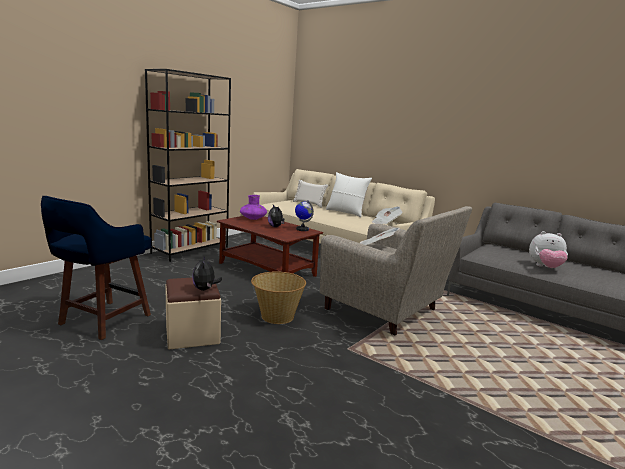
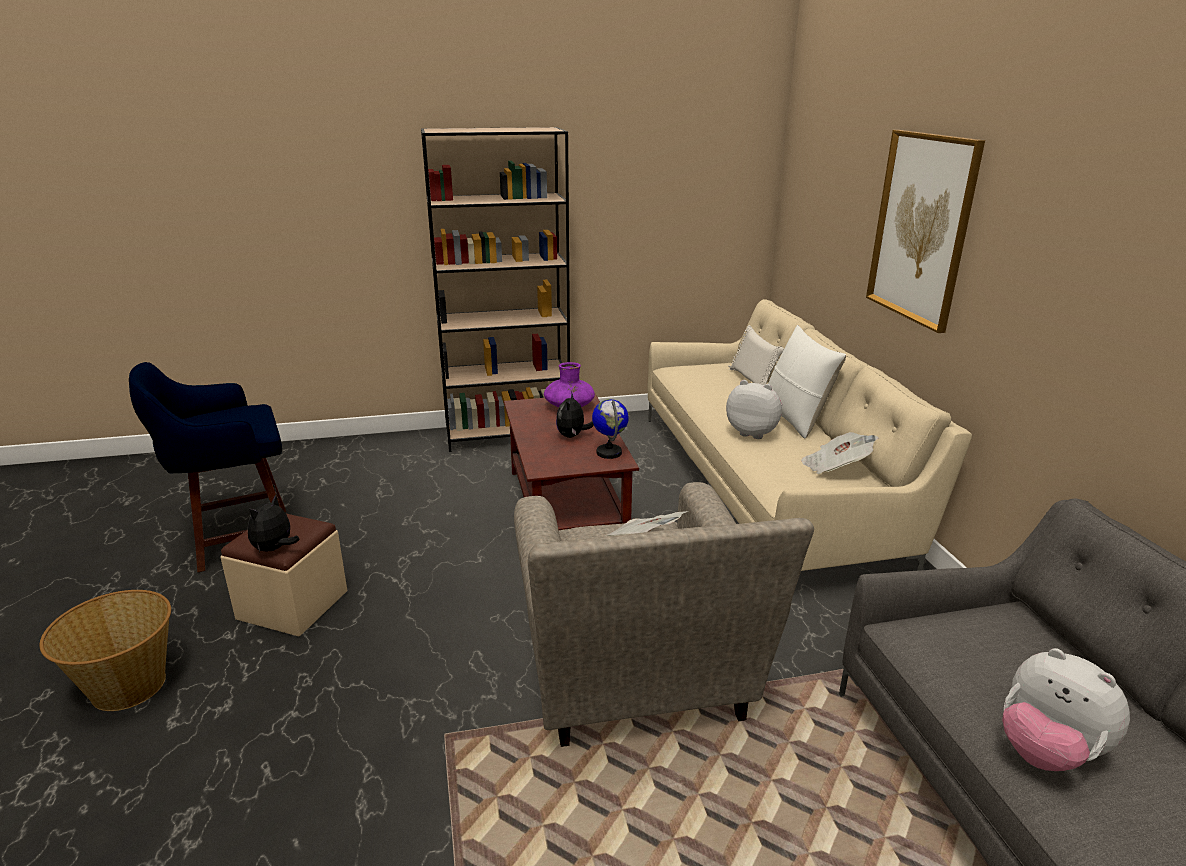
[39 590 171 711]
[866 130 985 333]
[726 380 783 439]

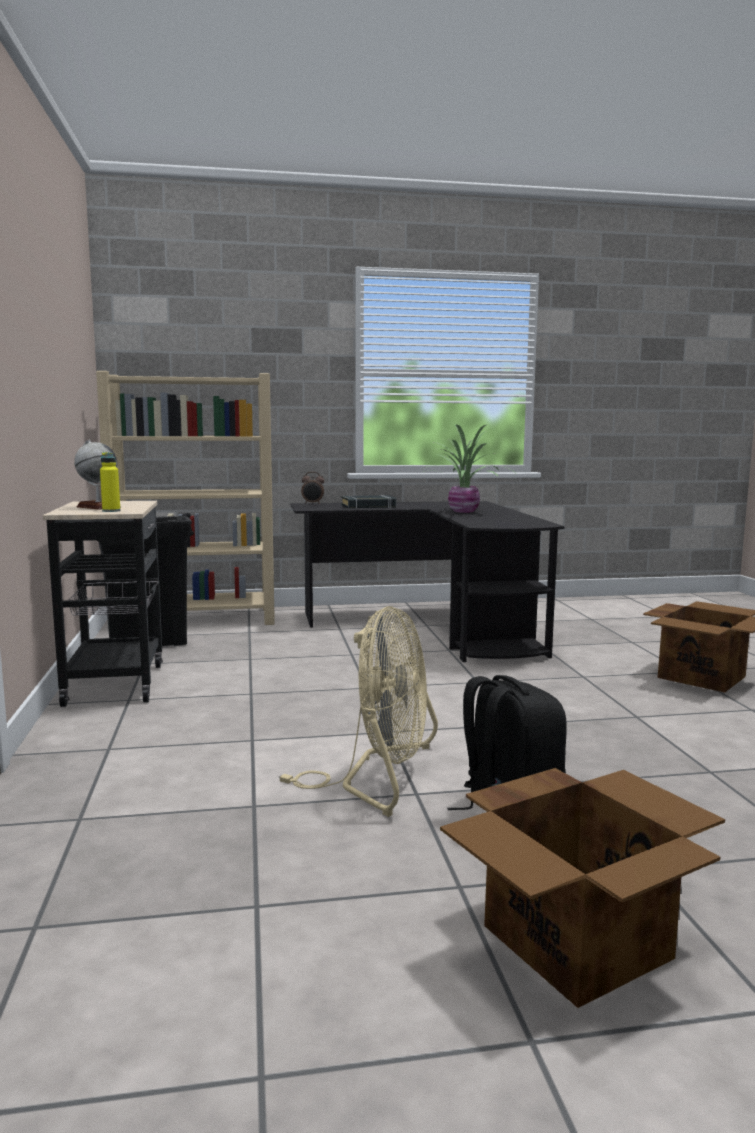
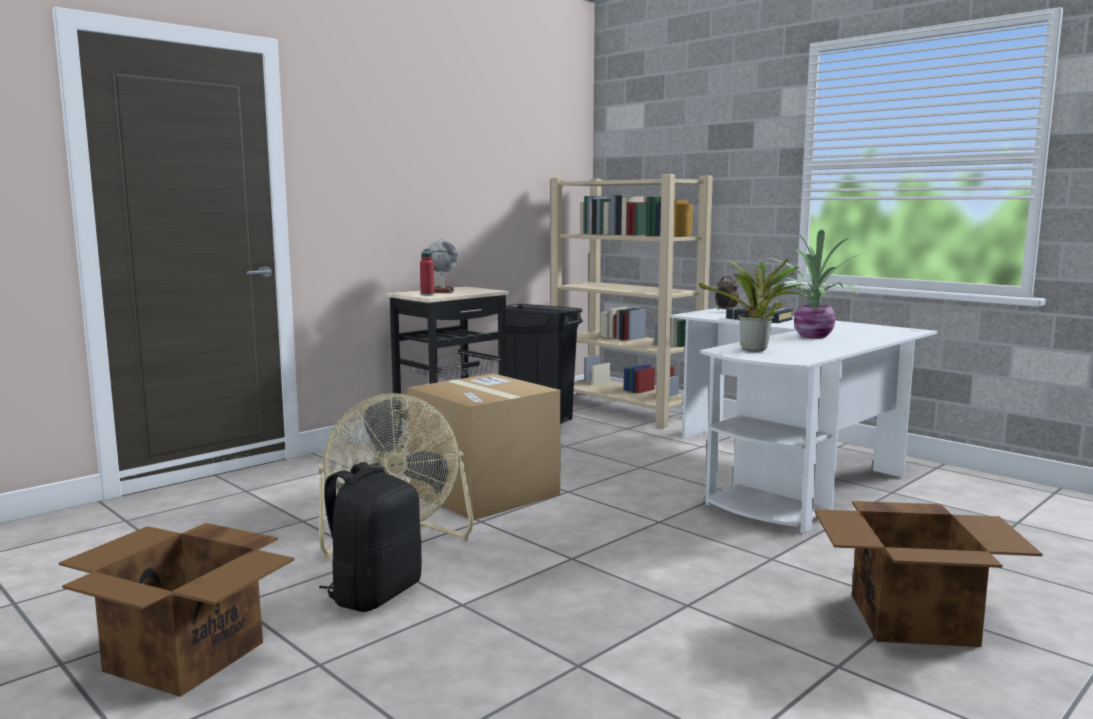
[420 249 434 296]
[670 308 937 534]
[699 259 809 352]
[407 374 561 521]

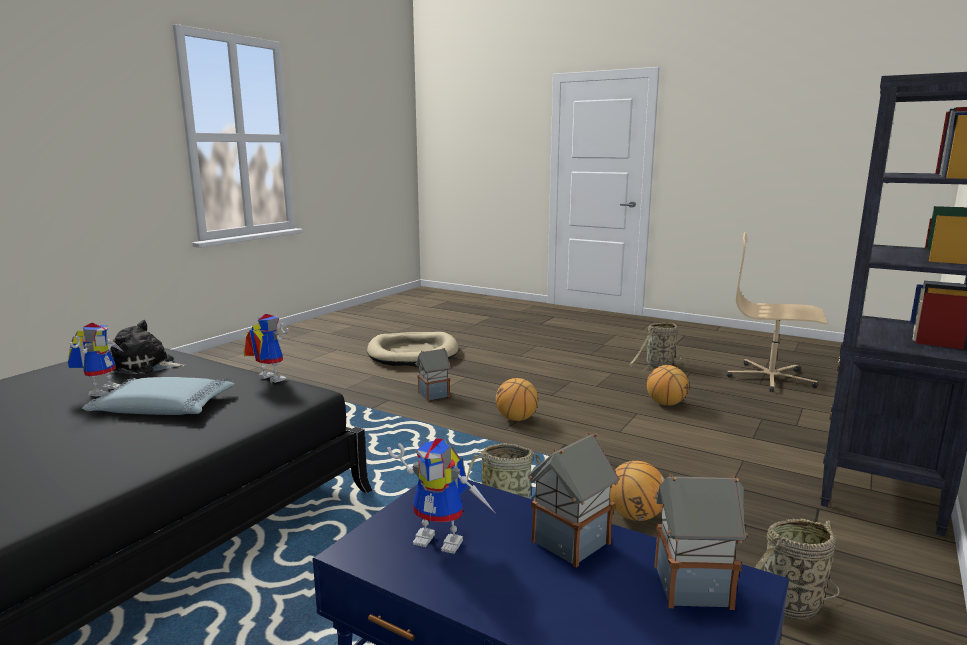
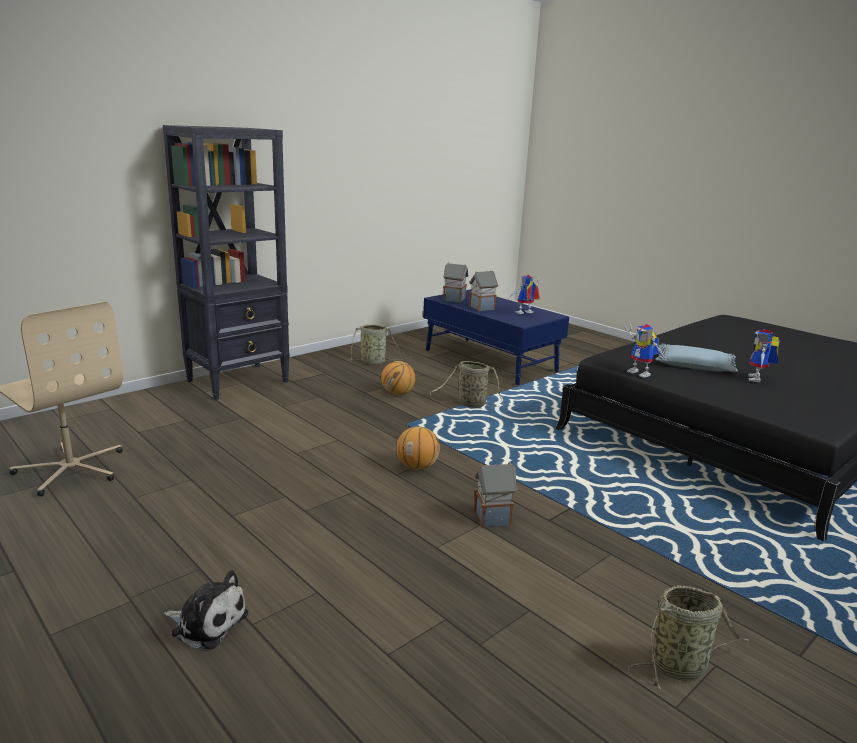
[164 570 248 649]
[628 585 750 690]
[367 332 459 366] (first image)
[647 365 689 406] (first image)
[509 275 543 314]

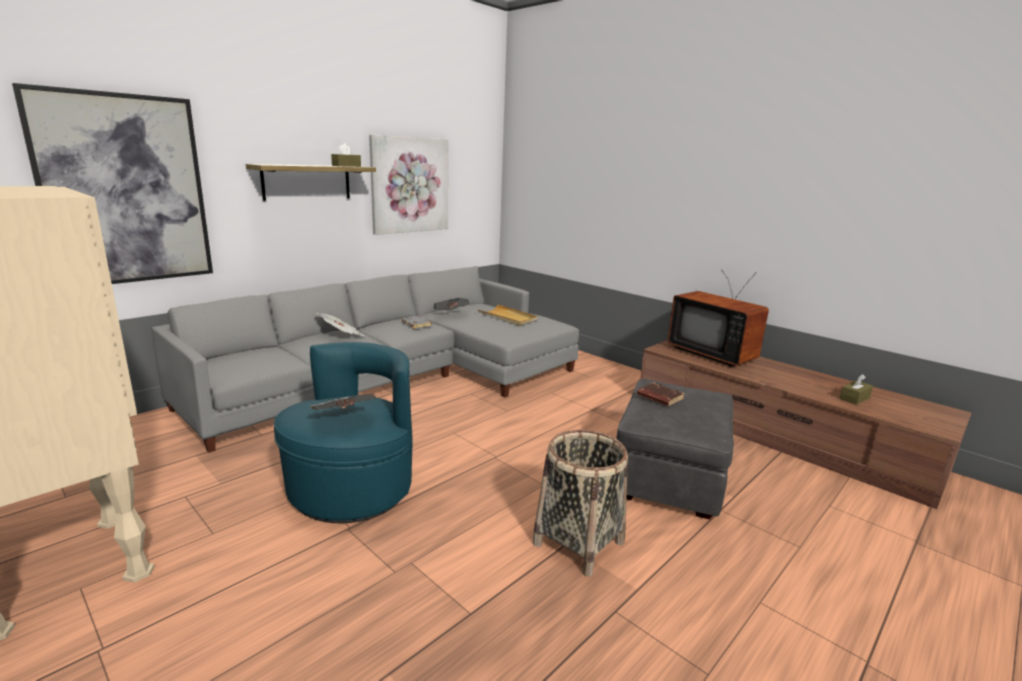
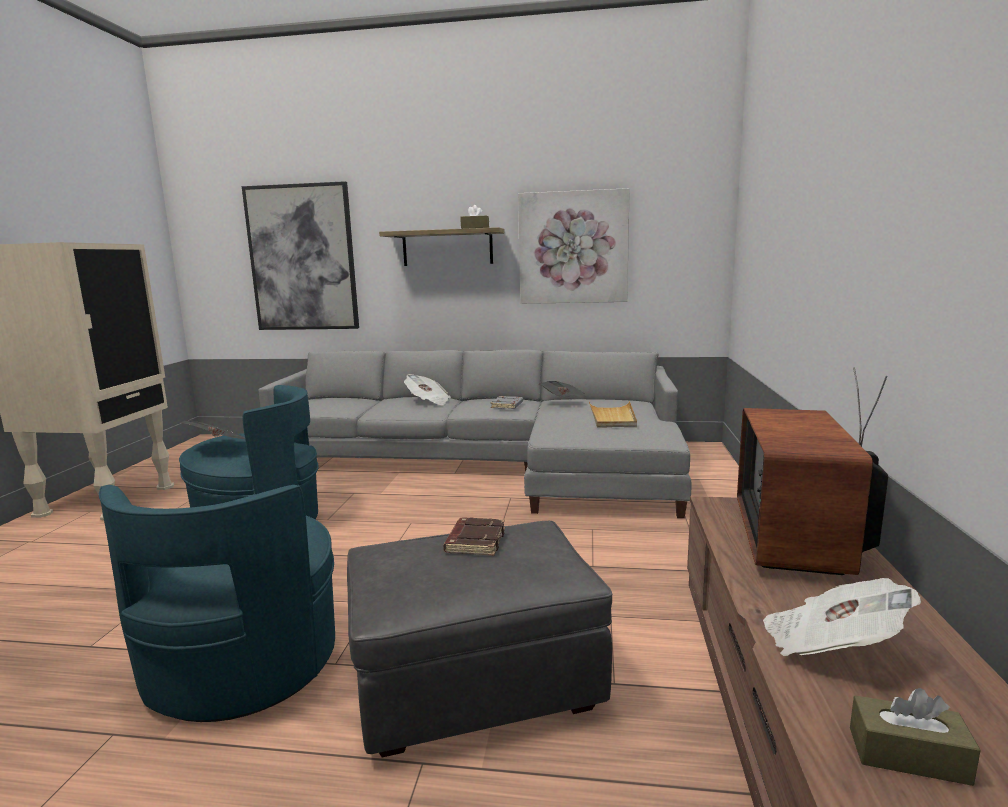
[99 485 335 722]
[763 578 921 656]

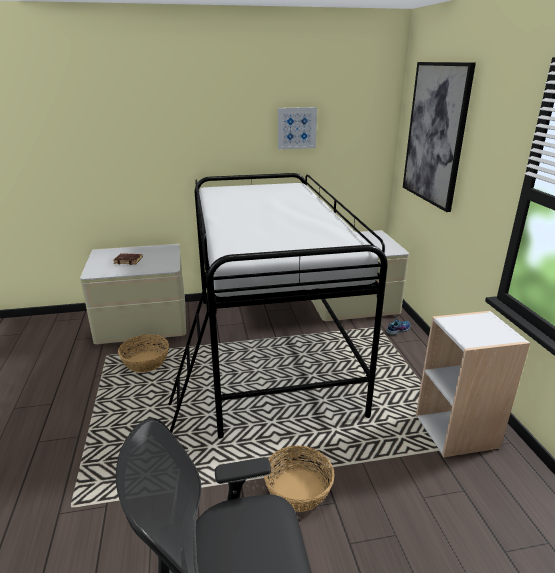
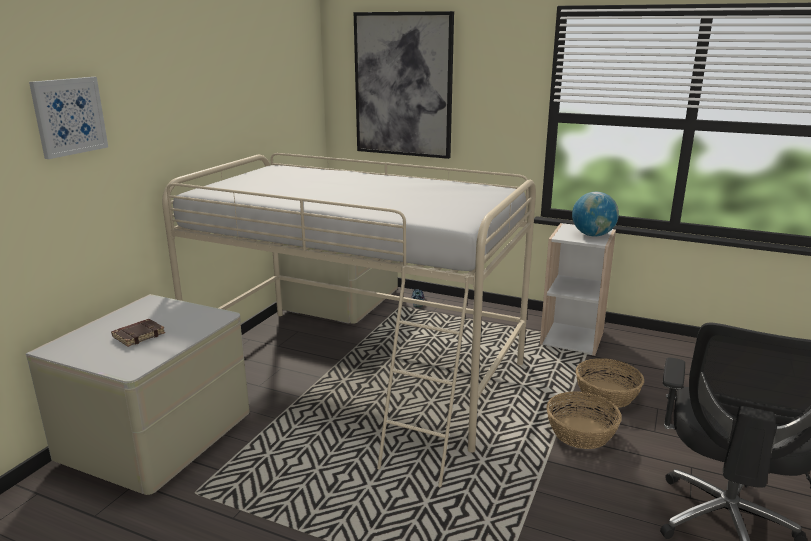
[29 77 108 159]
[162 153 536 487]
[576 358 644 408]
[572 192 619 236]

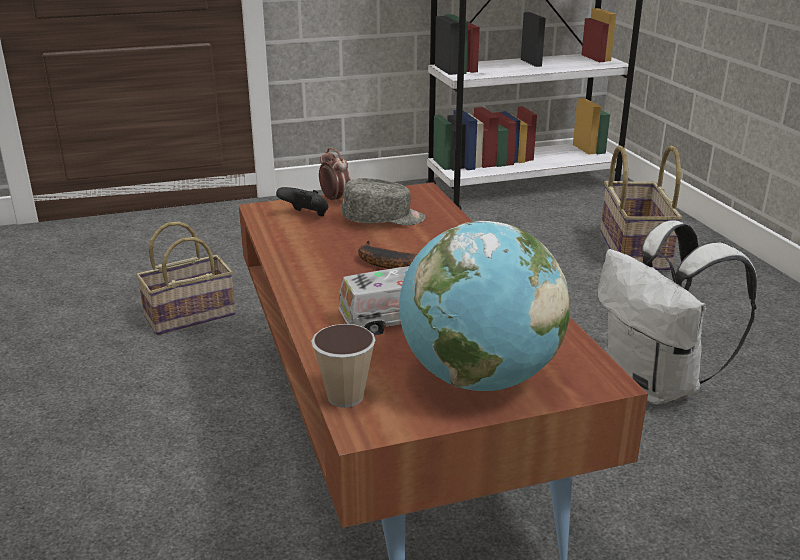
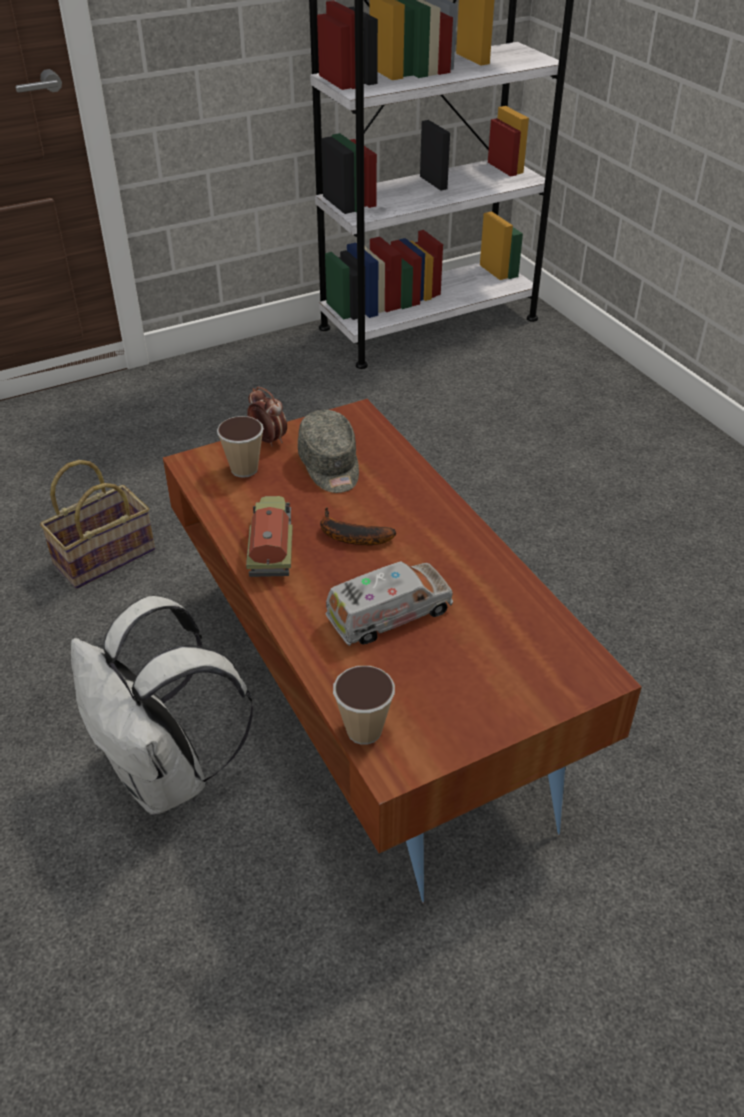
[600 145 682 270] (first image)
[298 410 359 493]
[217 416 264 478]
[71 596 254 815]
[399 221 570 391] (first image)
[246 496 293 577]

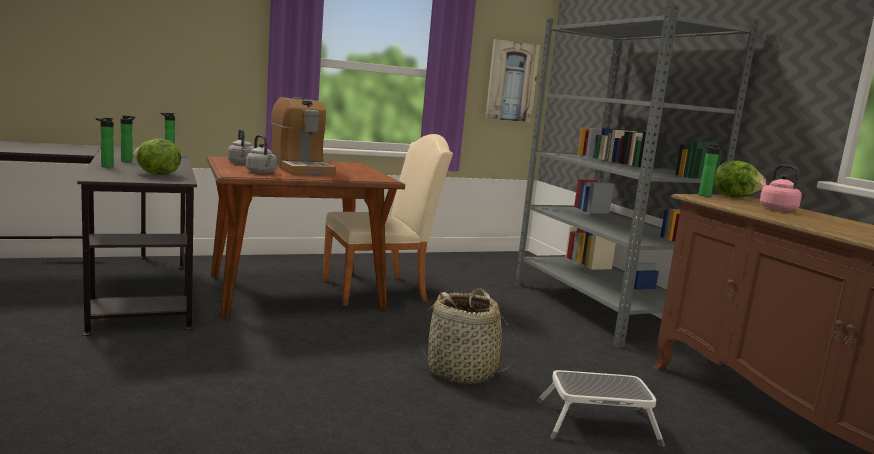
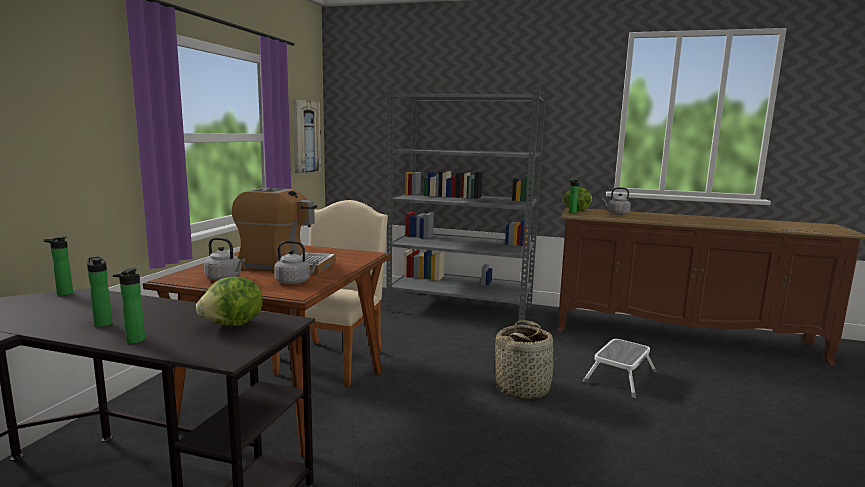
[602 187 631 215]

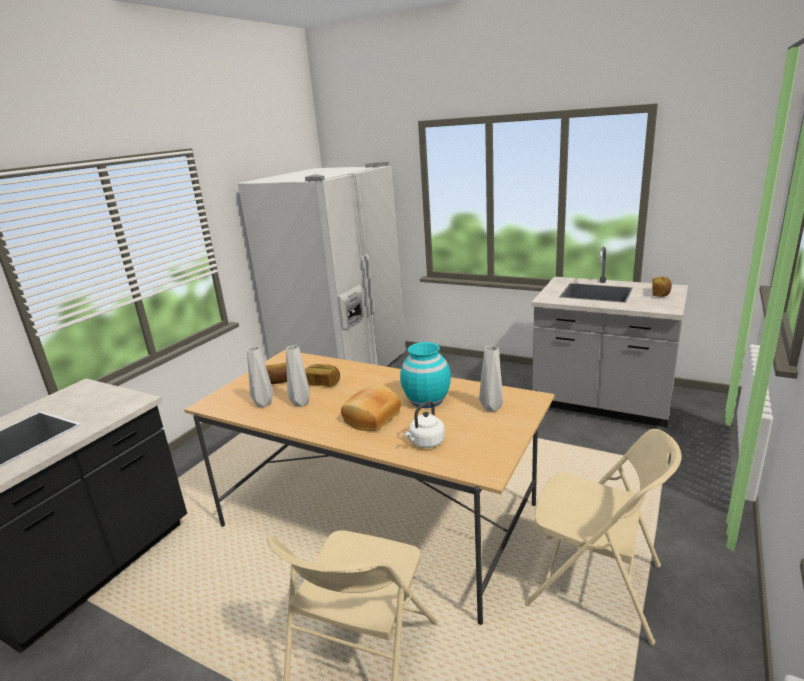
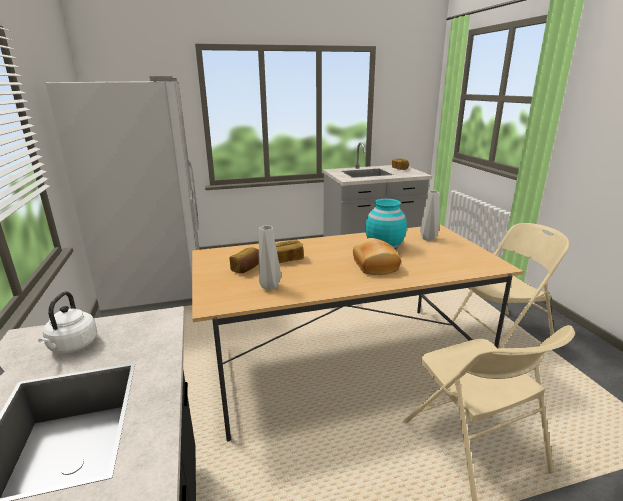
[286 345 310 407] (first image)
[38 291 97 353]

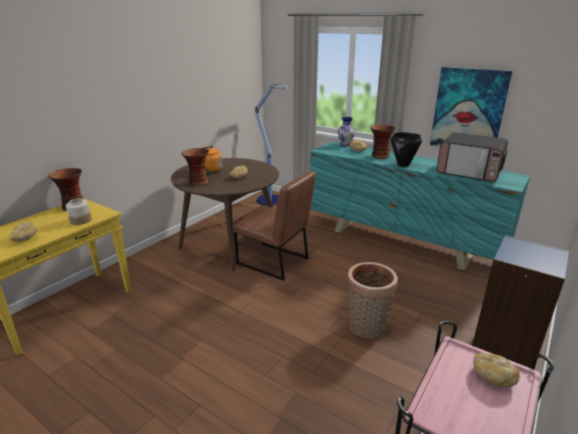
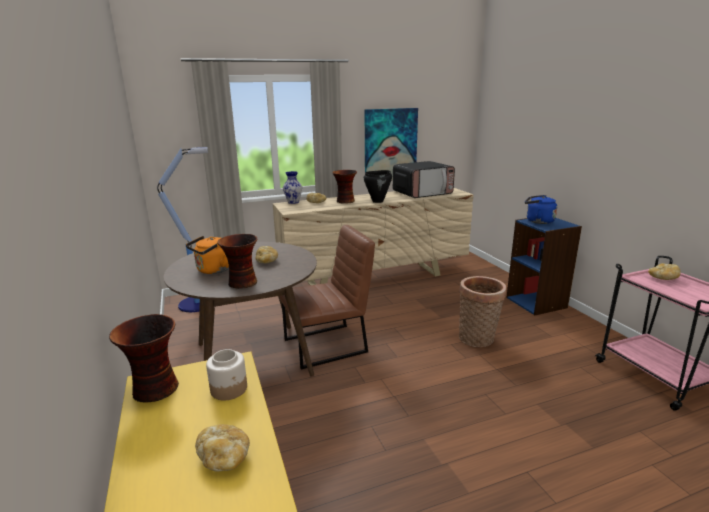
[273 188 474 285]
[525 195 557 224]

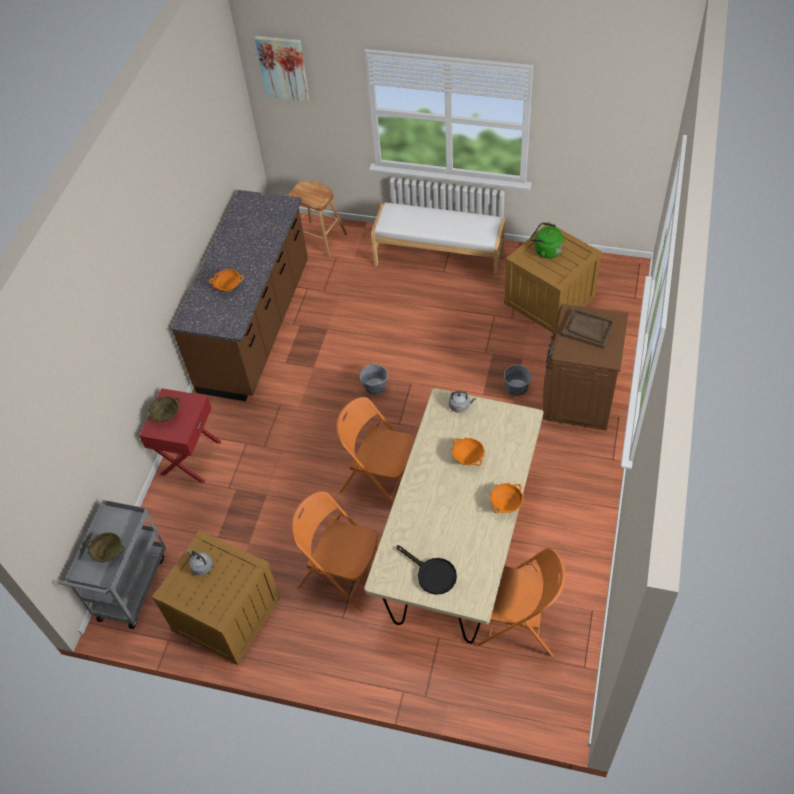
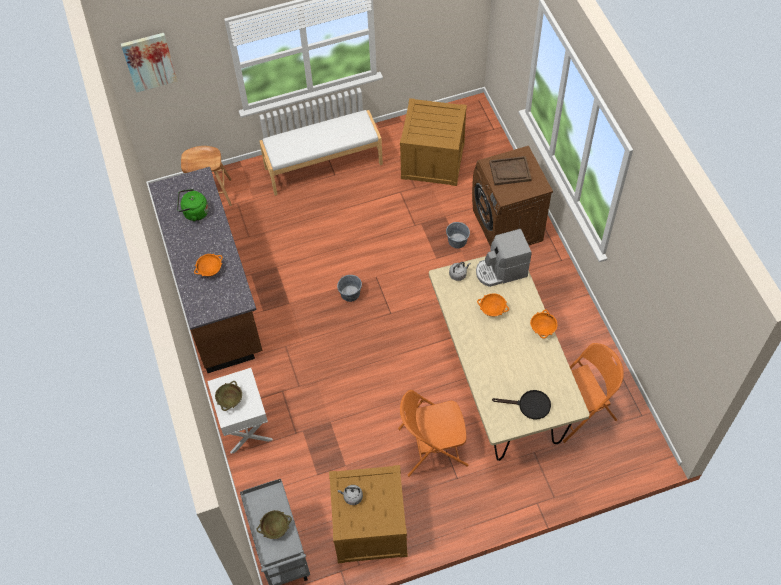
[177 189 209 221]
[207 368 273 454]
[336 397 415 503] (first image)
[476 229 532 287]

